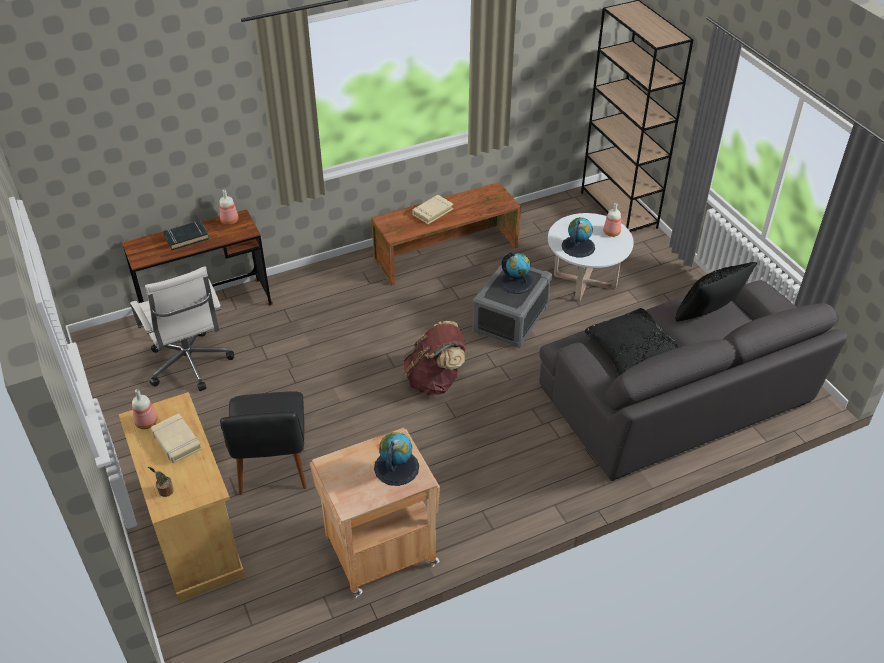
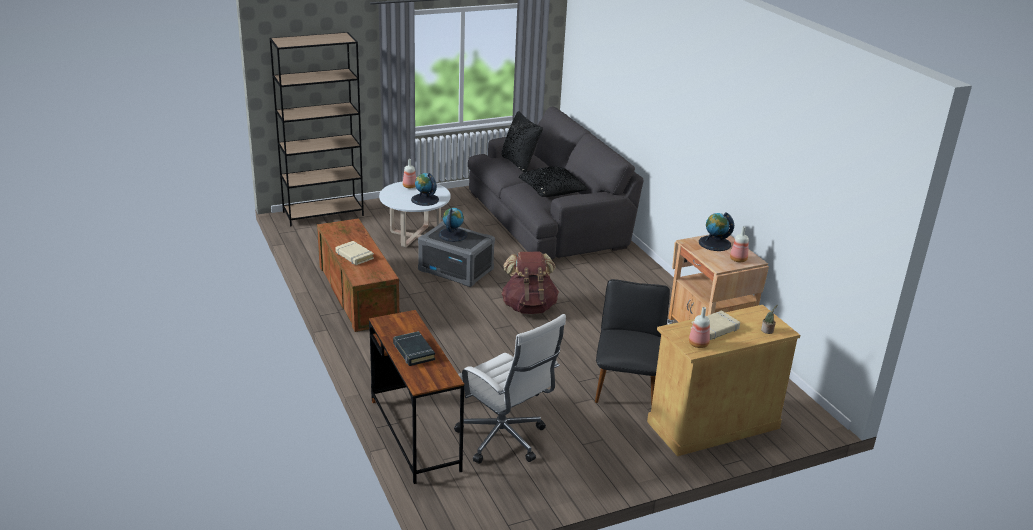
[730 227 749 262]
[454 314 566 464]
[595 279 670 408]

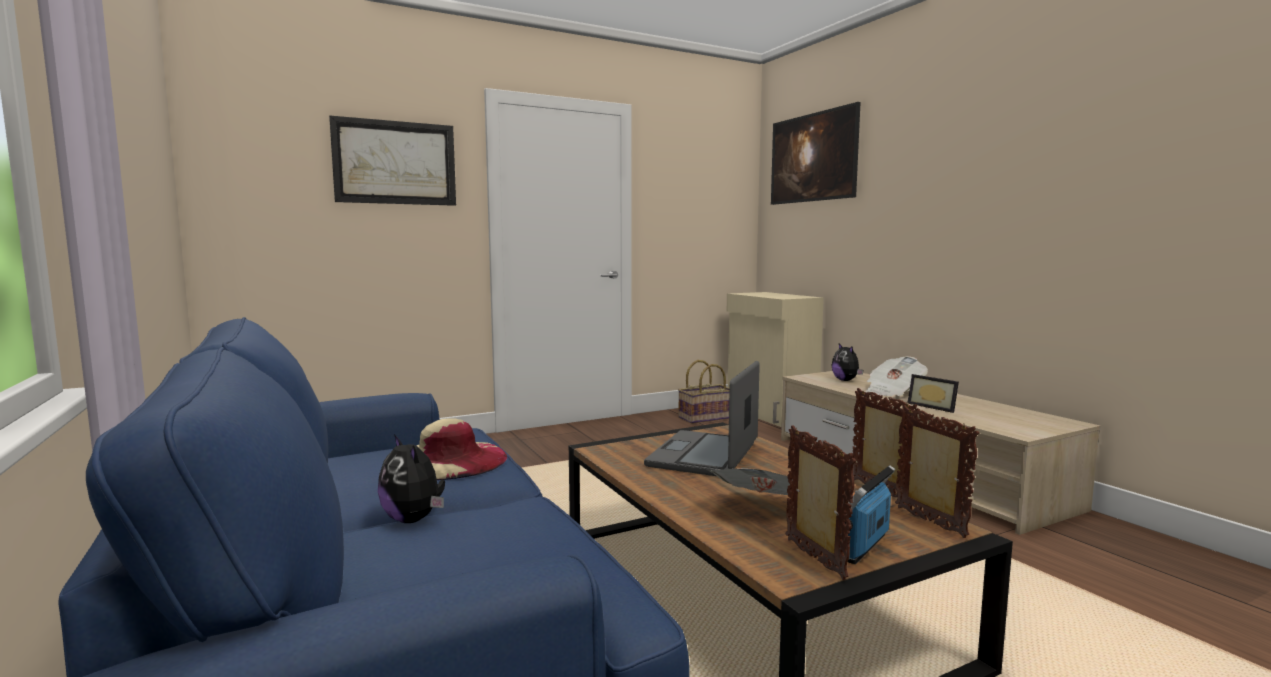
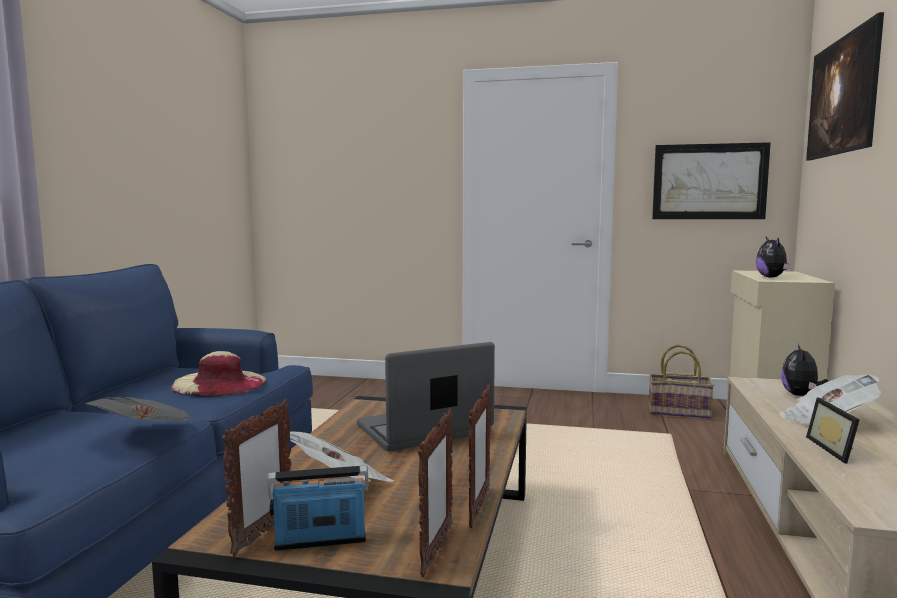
[652 142 771 219]
[756 237 791 278]
[85 397 191 421]

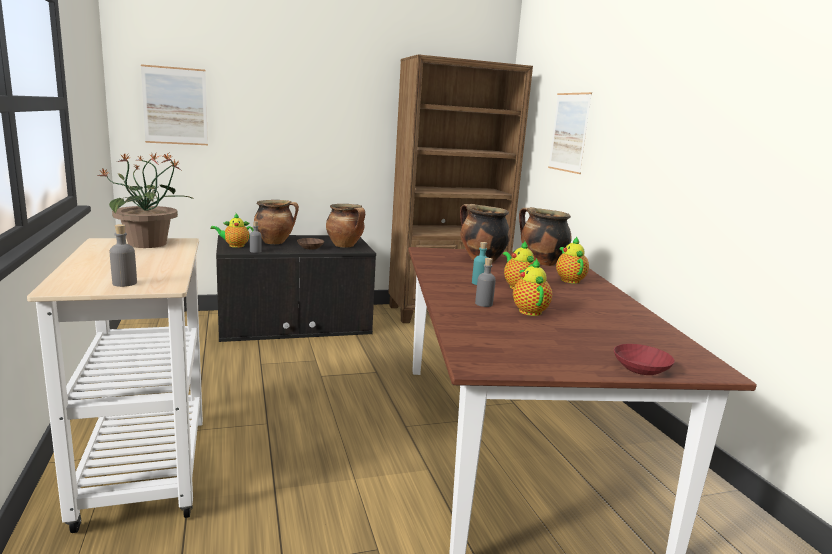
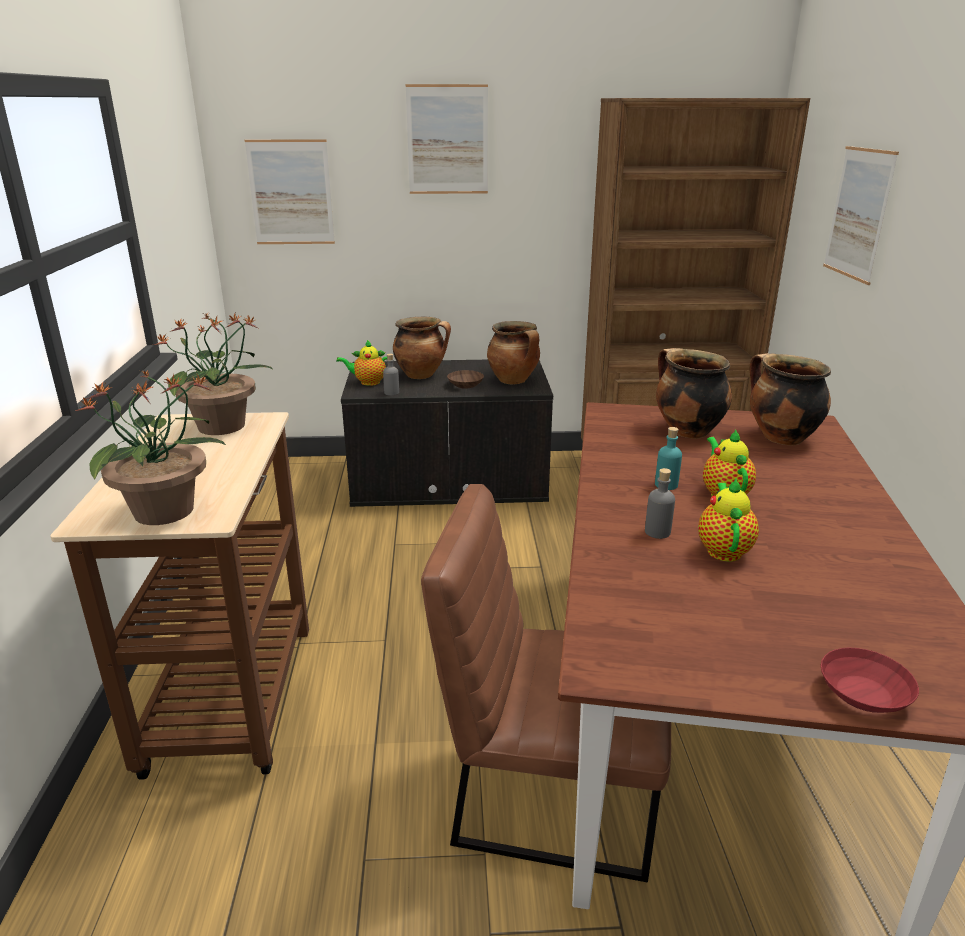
[75 369 226 525]
[556 236 589 284] (first image)
[50 412 309 780]
[406 84 488 194]
[421 484 671 882]

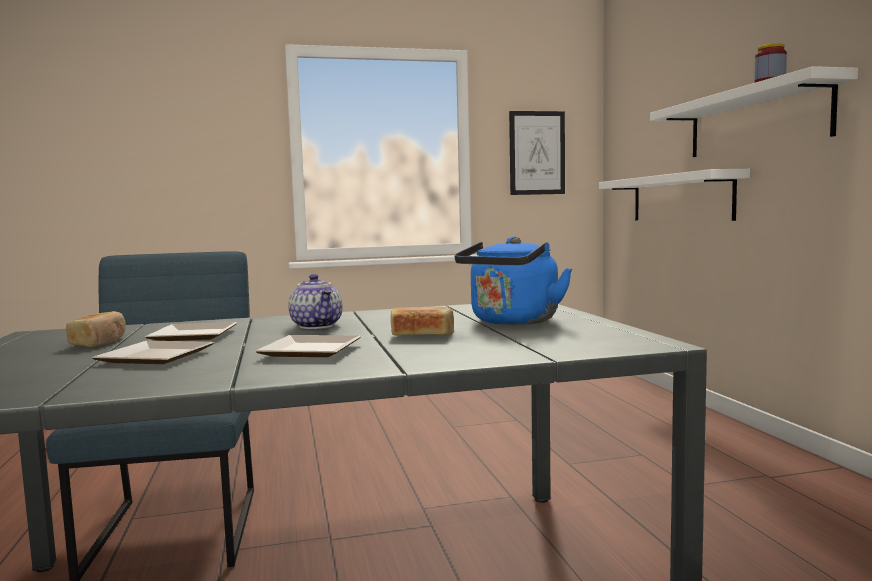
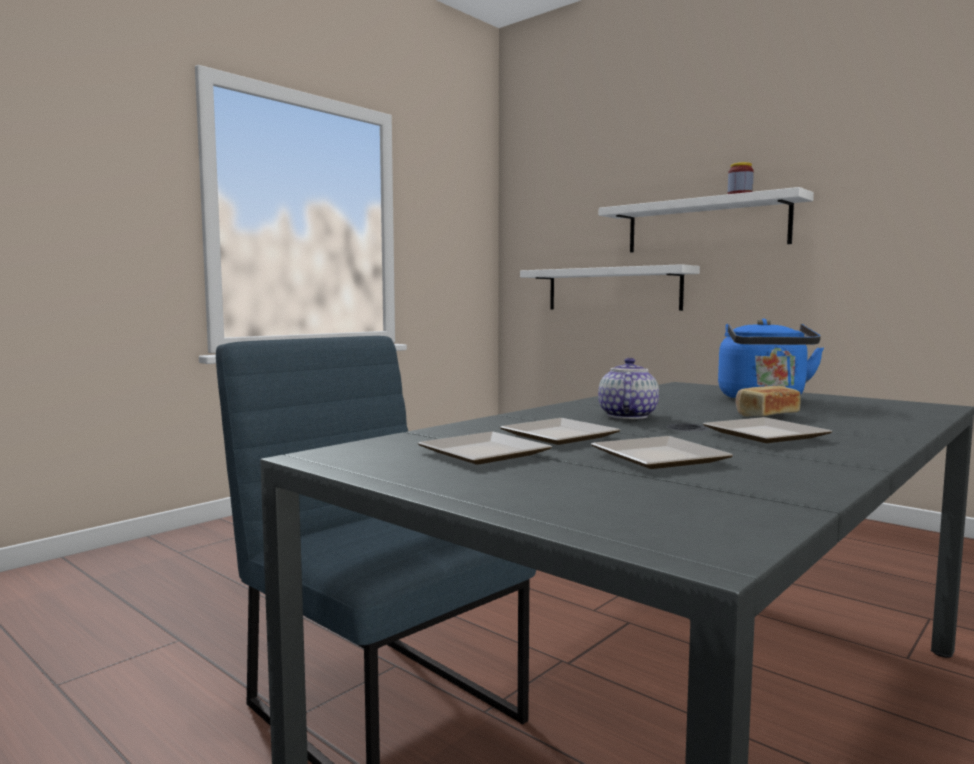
[509 111 565 195] (first image)
[598 358 659 419]
[418 431 552 465]

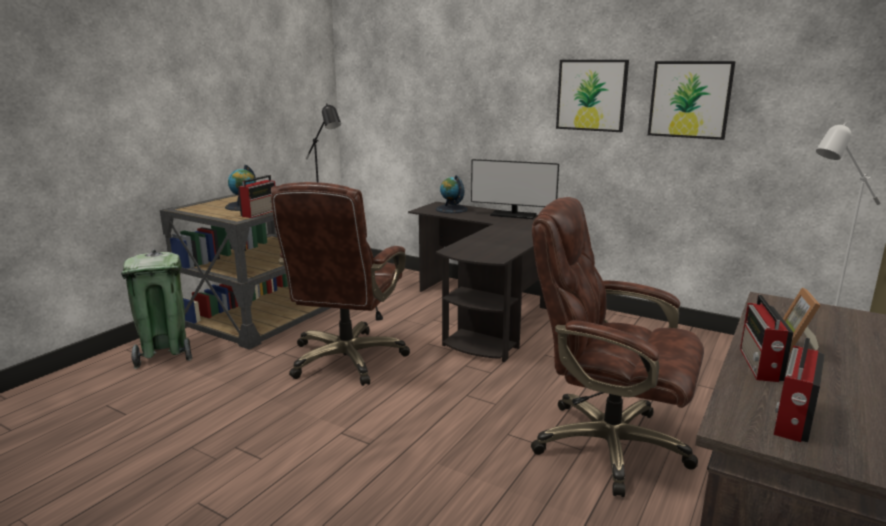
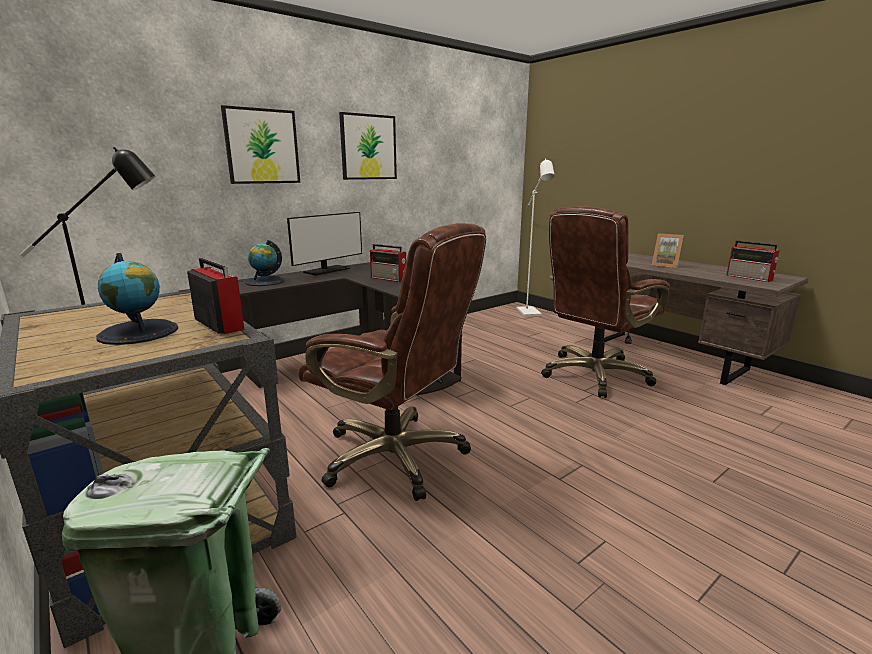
[221 105 300 184]
[370 244 406 282]

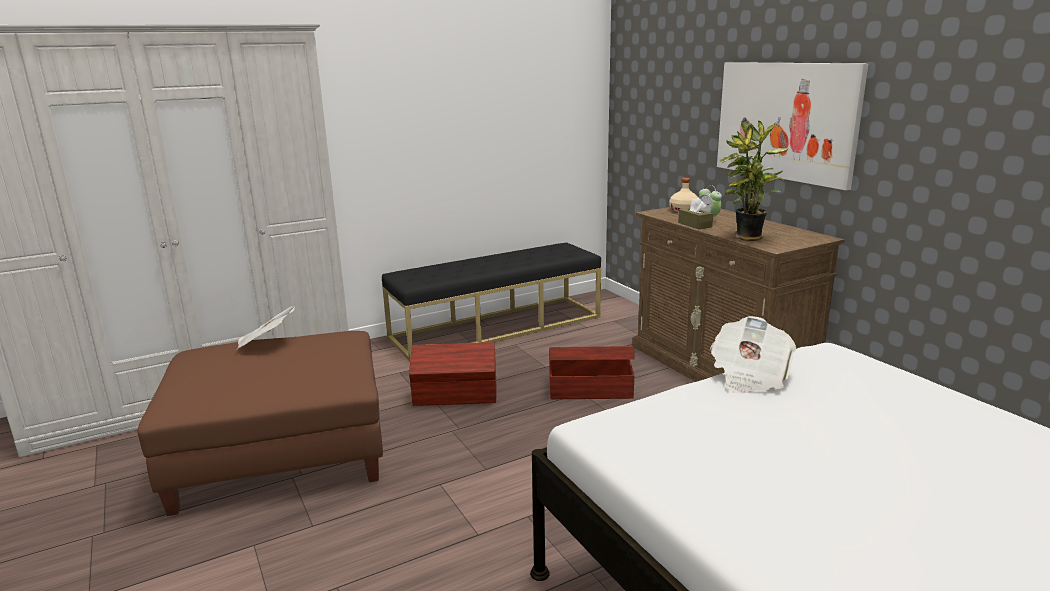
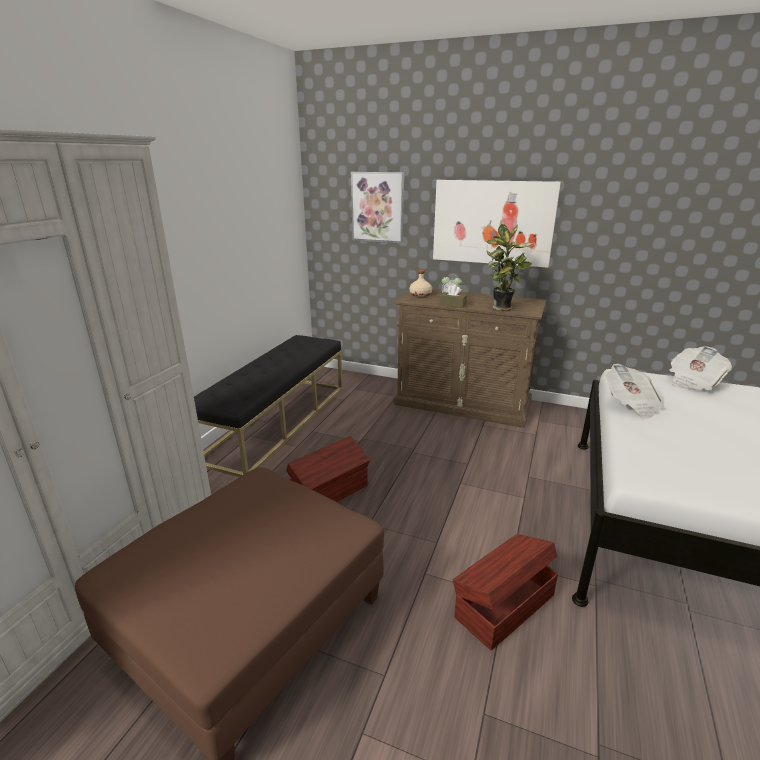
[669 346 732 390]
[453 534 558 651]
[351 172 404 244]

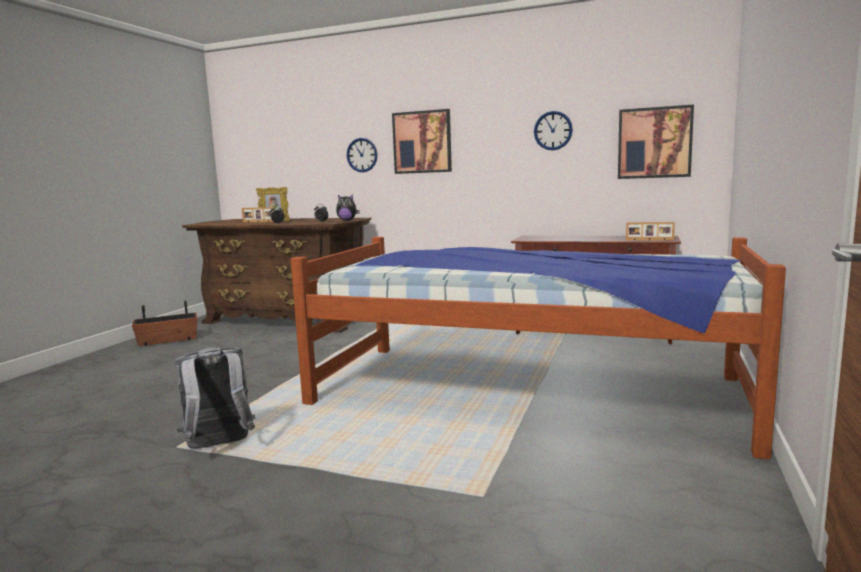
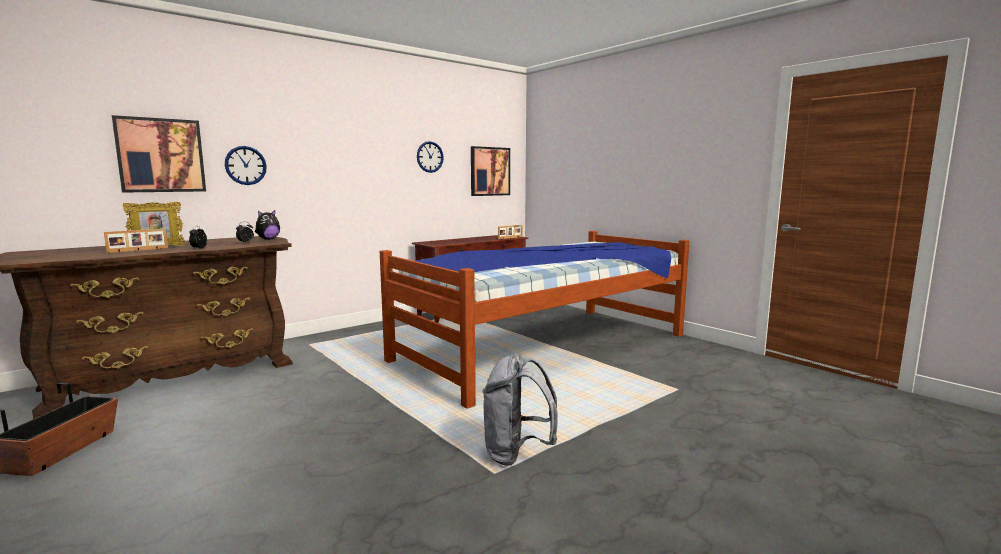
[112 115 206 193]

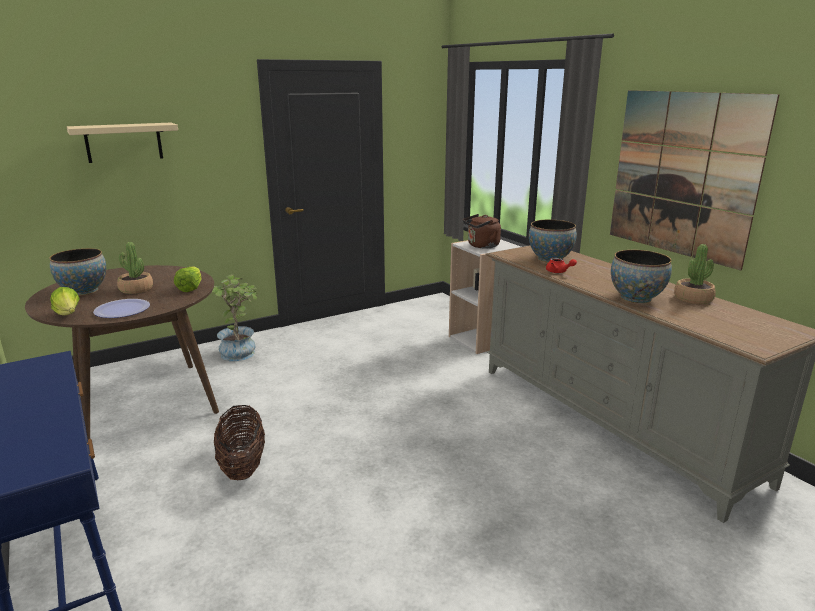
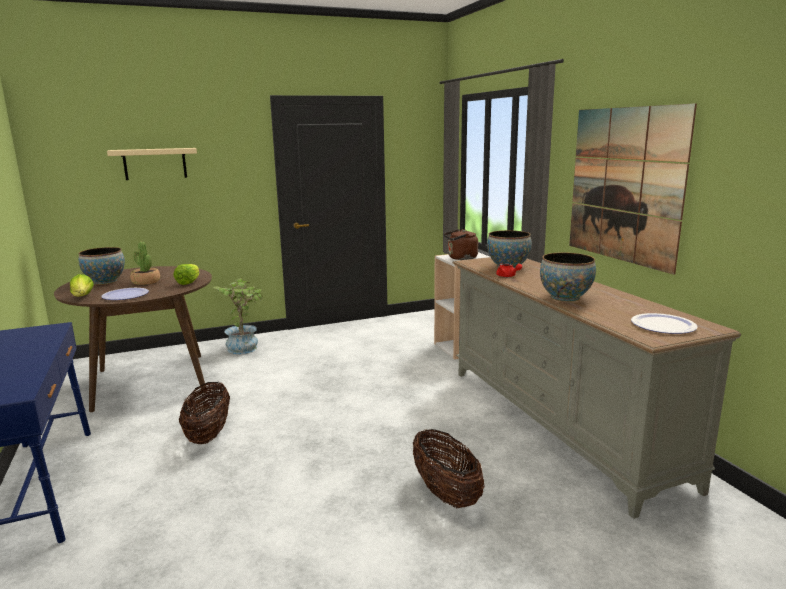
[674 244 716 304] (first image)
[631 313 698 334]
[413 429 484 508]

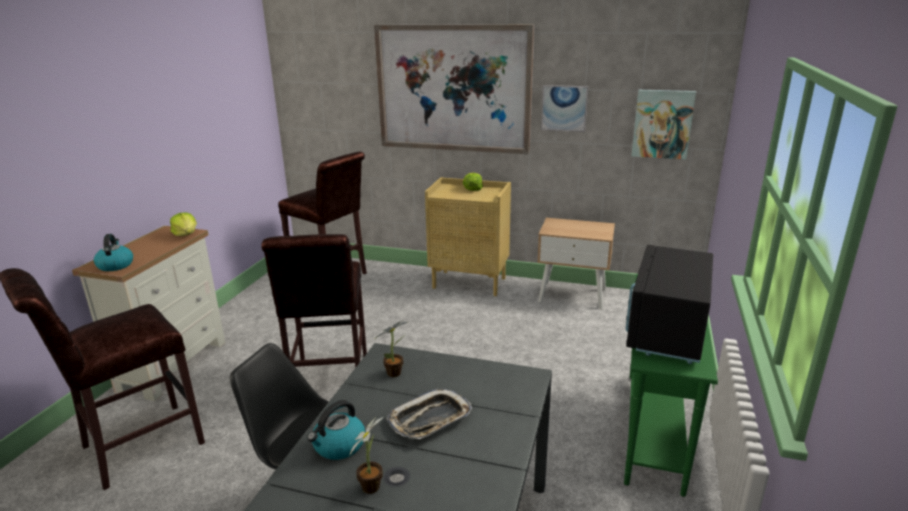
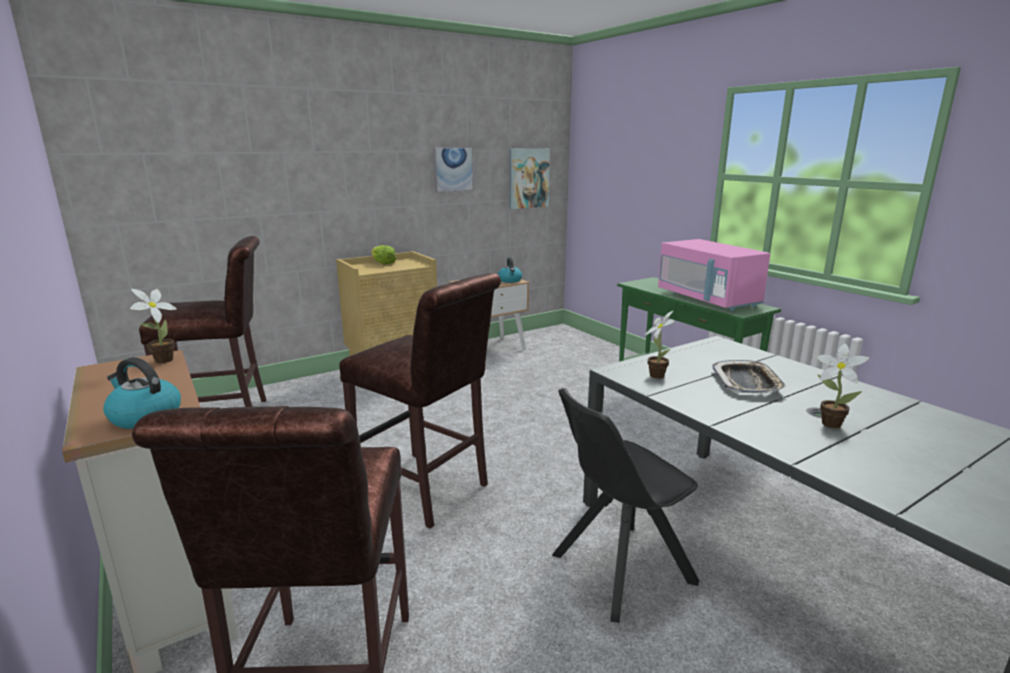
[374 24 534 154] (first image)
[130 289 177 363]
[658 239 770 311]
[498 257 522 283]

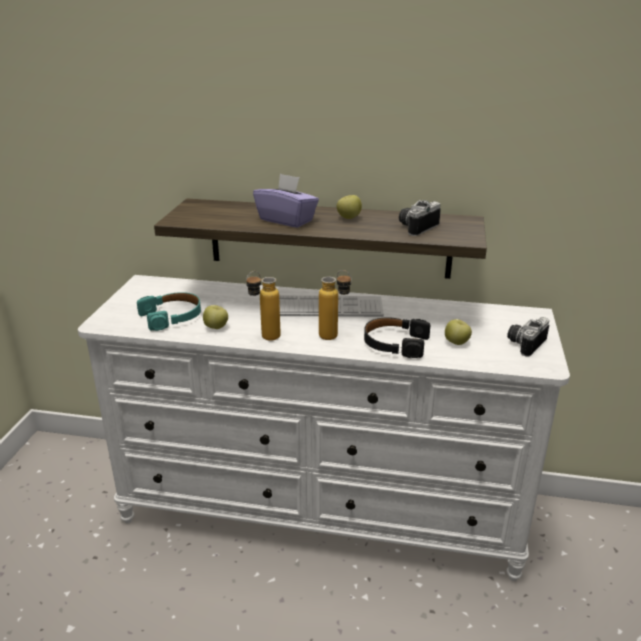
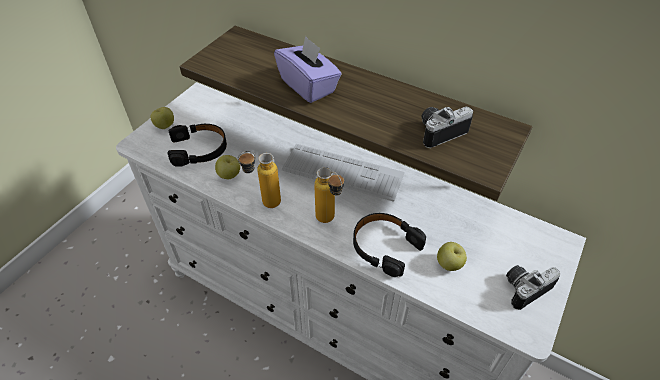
[151 107 174 129]
[167 124 227 167]

